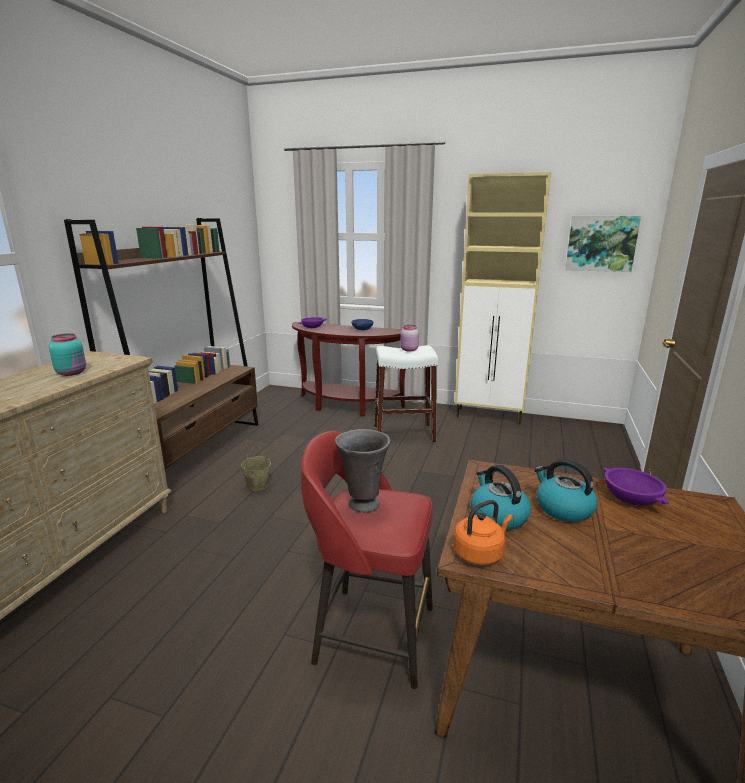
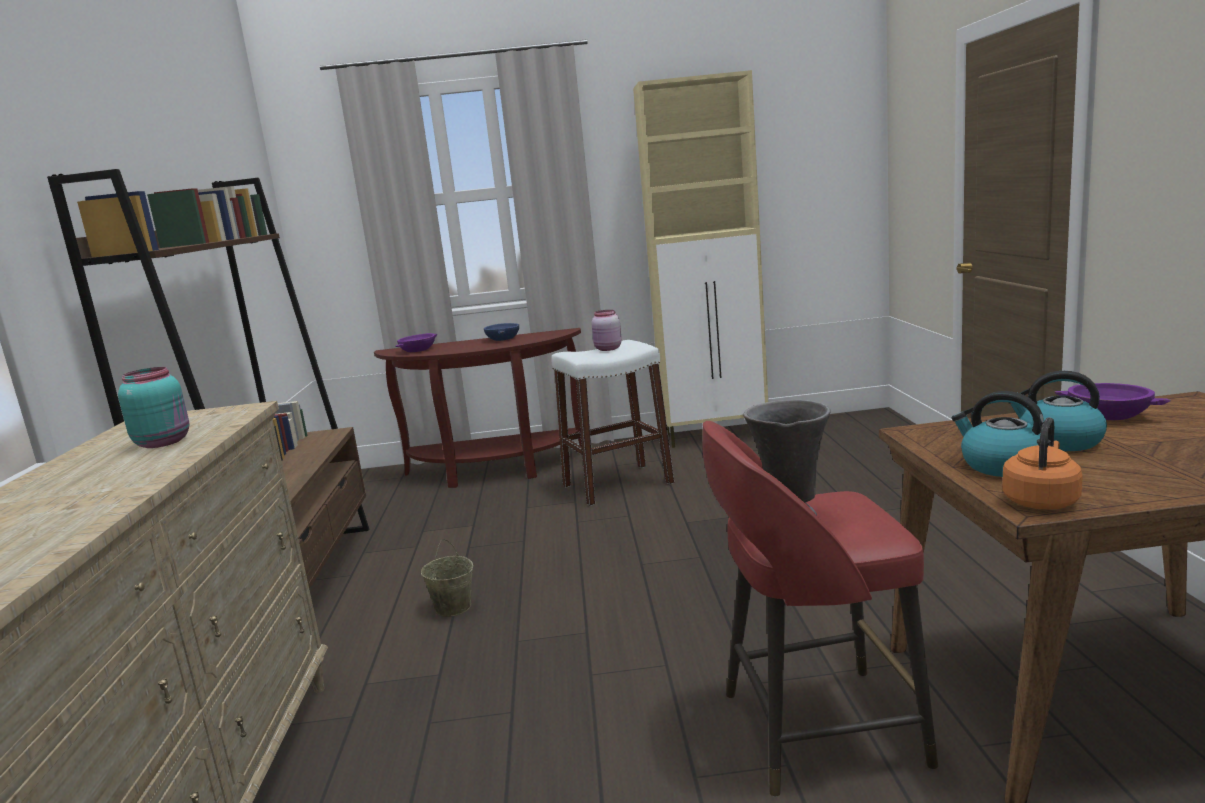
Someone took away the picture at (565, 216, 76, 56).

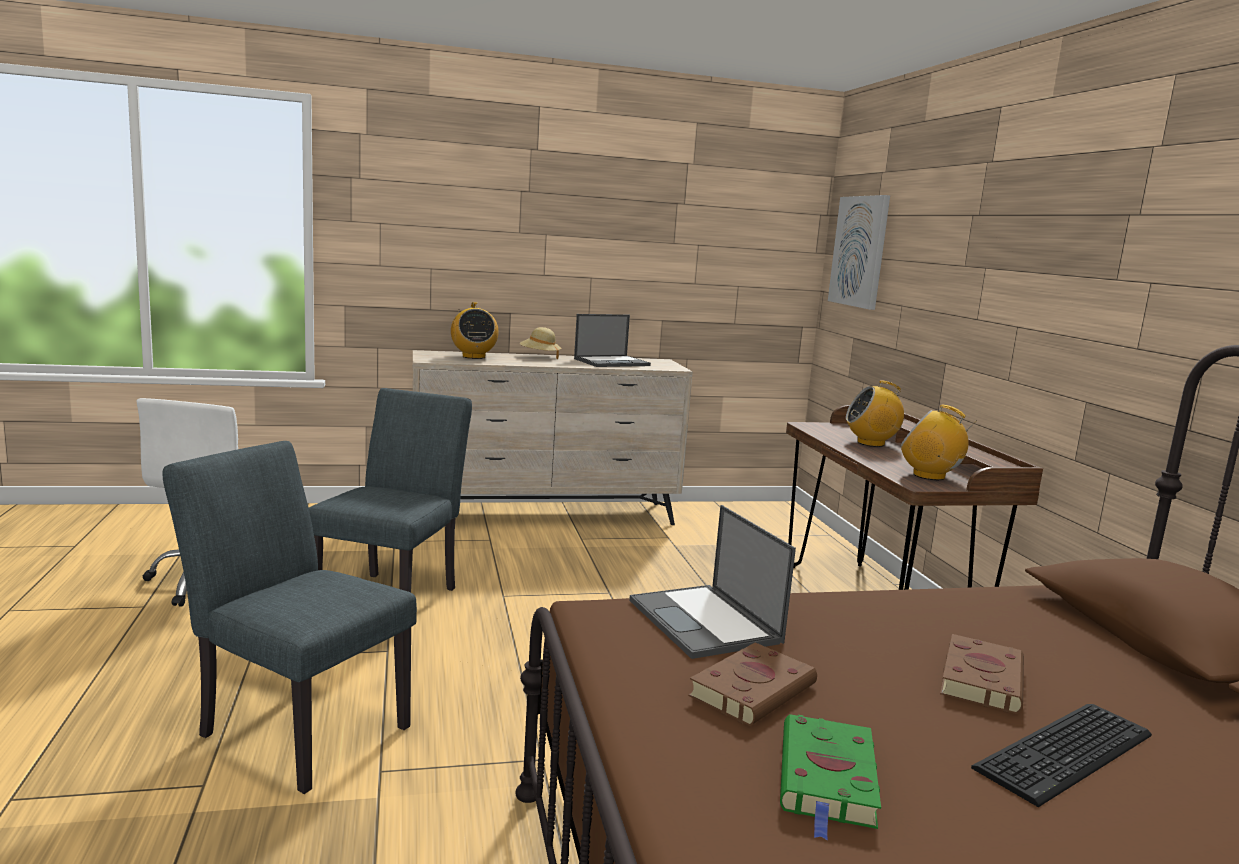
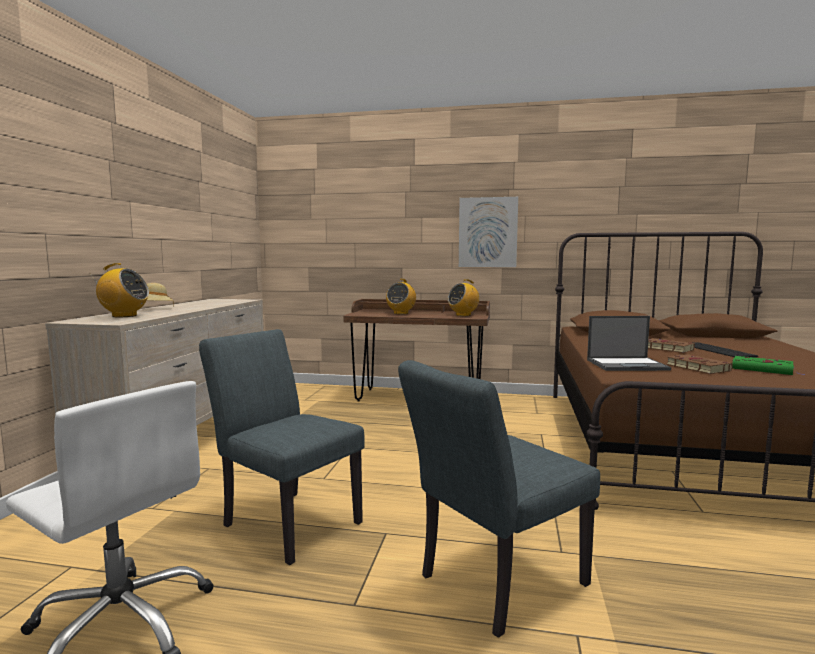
Someone took away the laptop at (574, 314, 77, 53).
Someone carried the picture from (828, 195, 62, 115) to (459, 197, 59, 70).

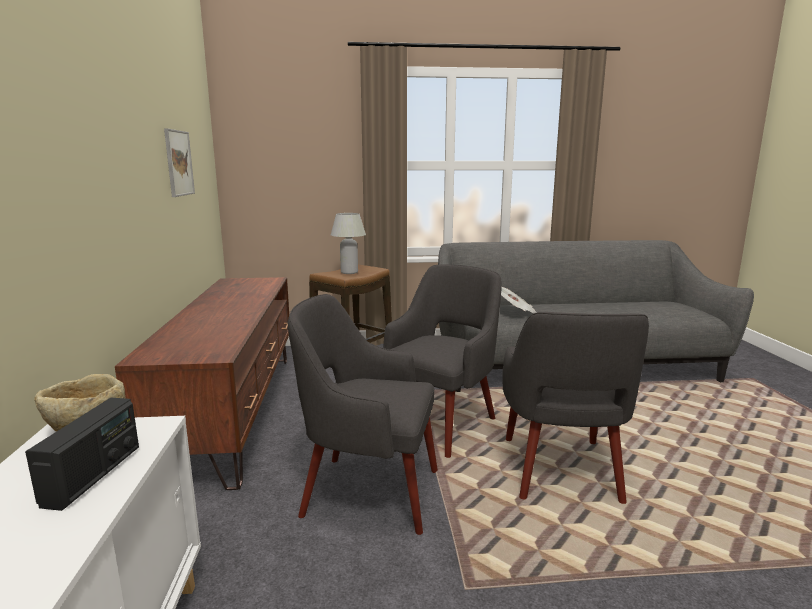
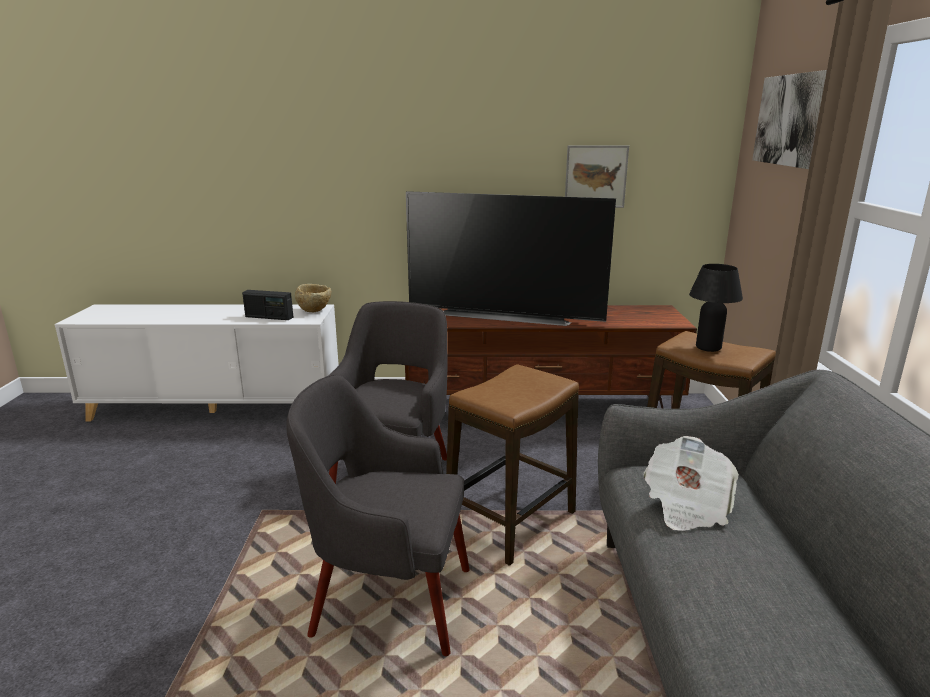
Someone repainted the white table lamp at (331, 213, 35, 61), which became the black table lamp at (689, 264, 54, 88).
Someone swapped the grey armchair at (383, 265, 119, 193) for the stool at (446, 364, 133, 202).
Someone put down the television at (406, 191, 210, 135).
Someone put up the picture at (752, 70, 75, 99).

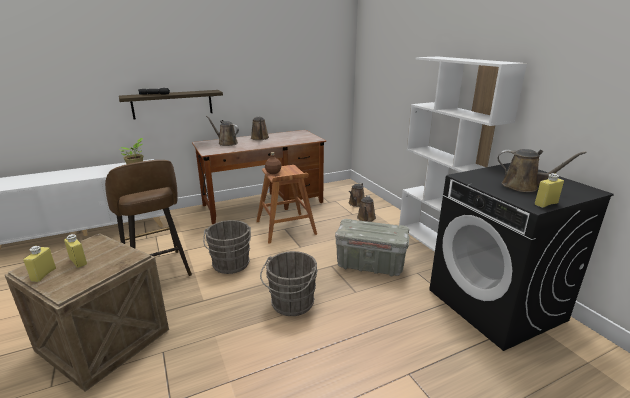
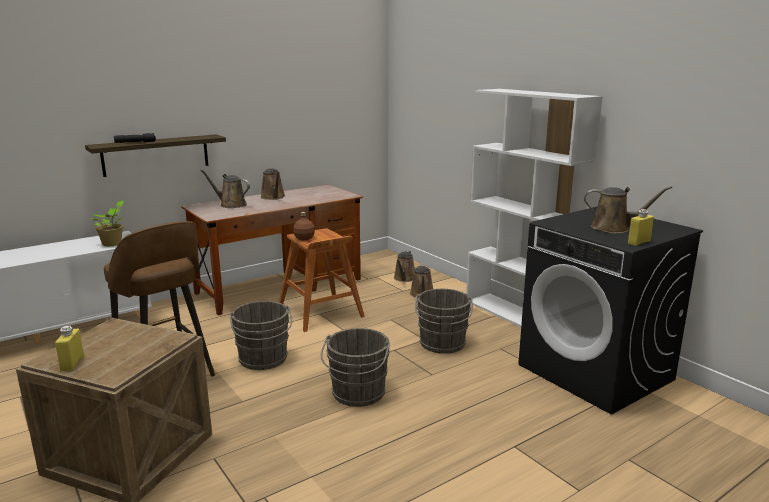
Someone took away the yellow bottle at (64, 234, 23, 34).
Someone swapped the grey storage box at (335, 219, 74, 57) for the grey bucket at (415, 289, 58, 65).

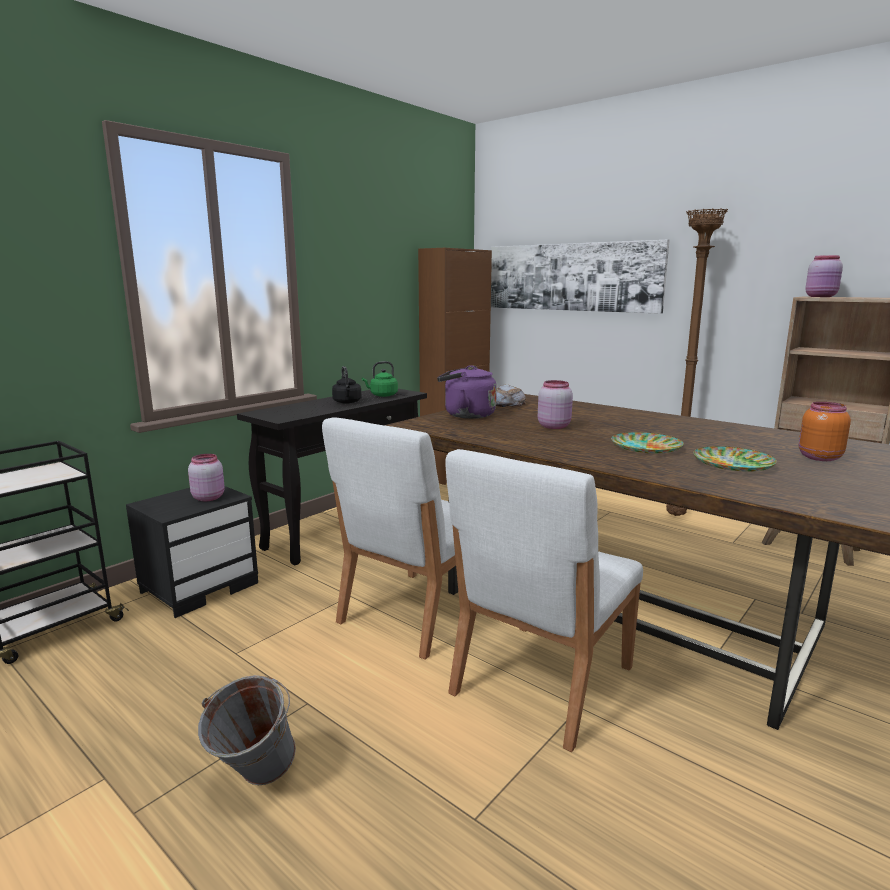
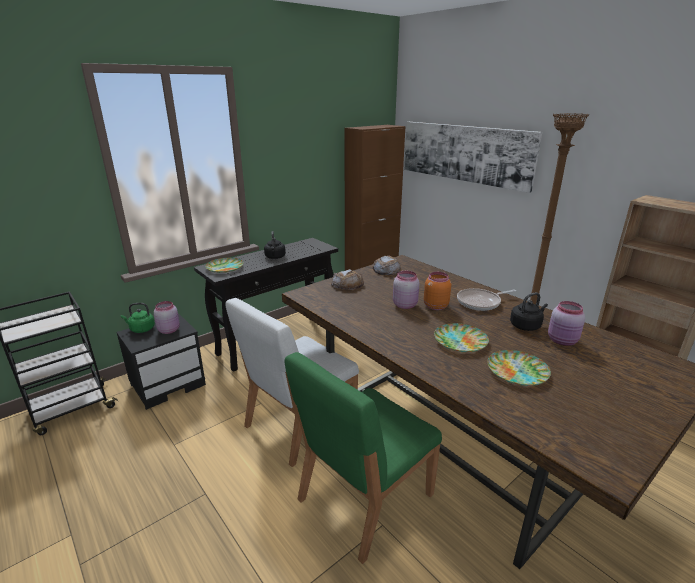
Someone took away the grey bucket at (198, 675, 98, 110).
Someone carried the green kettle from (362, 361, 36, 36) to (121, 303, 34, 30).
Someone swapped the purple kettle at (437, 365, 60, 54) for the bread at (331, 269, 33, 21).
Someone repainted the white chair at (445, 449, 198, 303), which became the green chair at (284, 352, 158, 212).
Someone carried the orange jar from (799, 402, 52, 59) to (424, 272, 27, 38).
Someone carried the pink jar from (805, 255, 38, 42) to (548, 301, 37, 45).
Someone put down the plate at (205, 258, 39, 15).
Someone put down the frying pan at (457, 288, 59, 23).
Someone put down the black kettle at (510, 292, 38, 39).

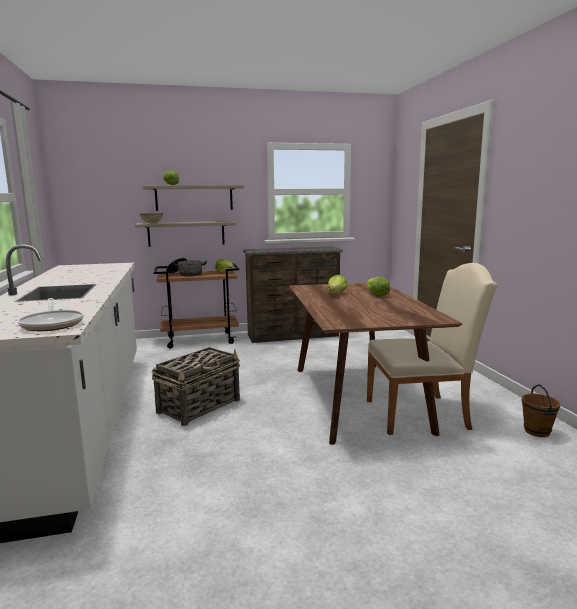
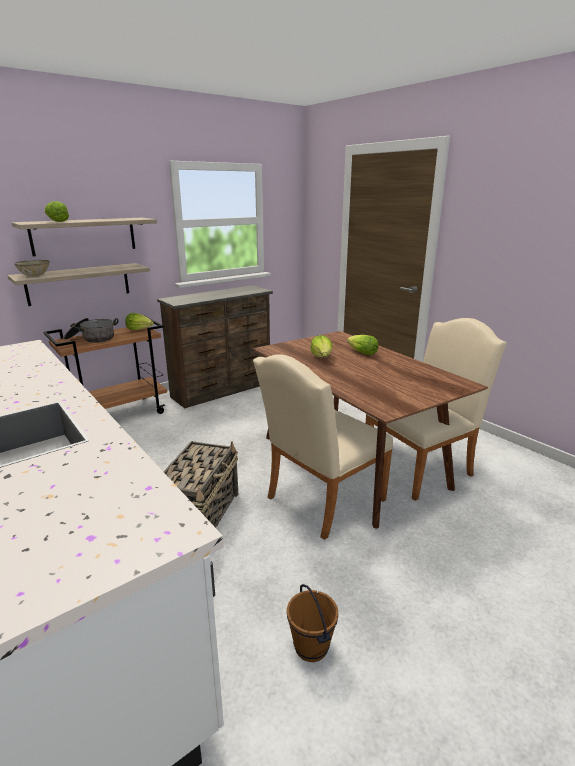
Someone took away the frying pan at (18, 298, 65, 33).
Someone carried the brown bucket from (522, 385, 39, 52) to (287, 584, 52, 78).
Someone put down the beige chair at (253, 354, 140, 186).

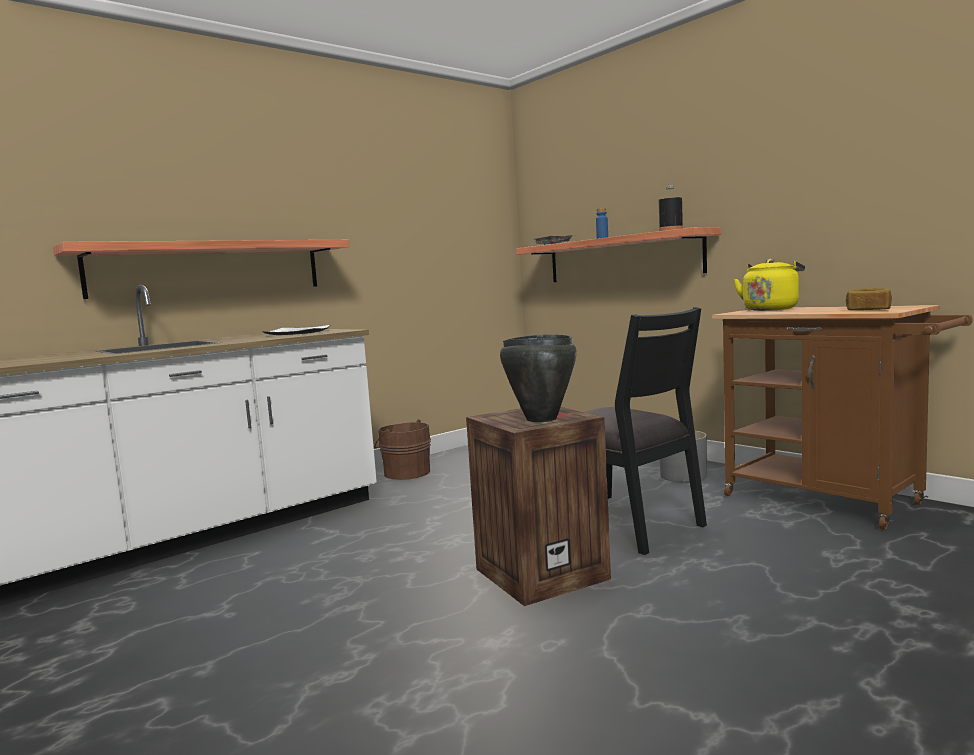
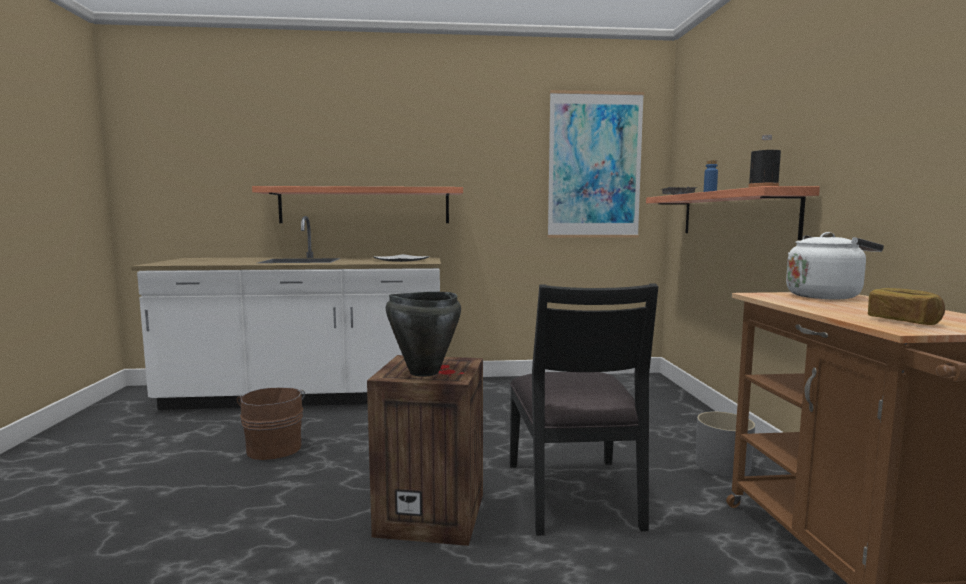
Someone carried the brown bucket from (374, 419, 57, 61) to (237, 387, 68, 73).
Someone repainted the yellow kettle at (733, 259, 72, 52), which became the white kettle at (786, 232, 98, 67).
Someone put up the picture at (548, 90, 96, 148).

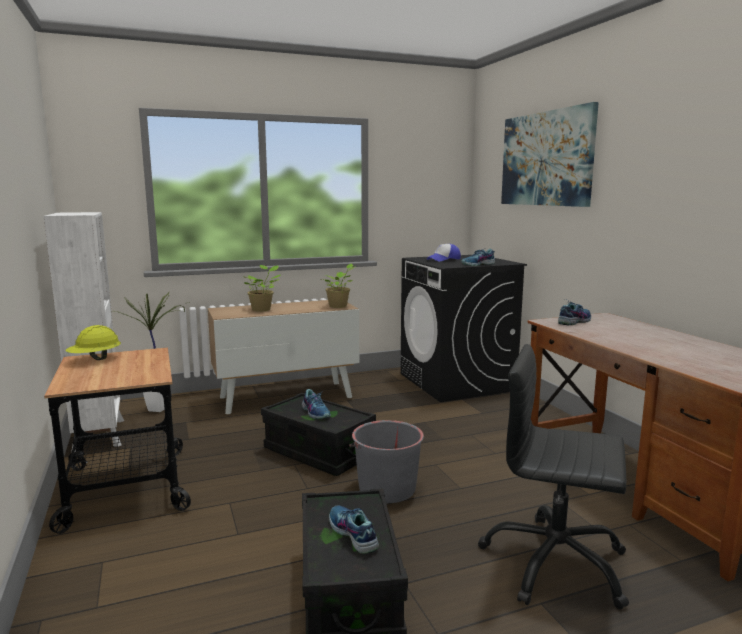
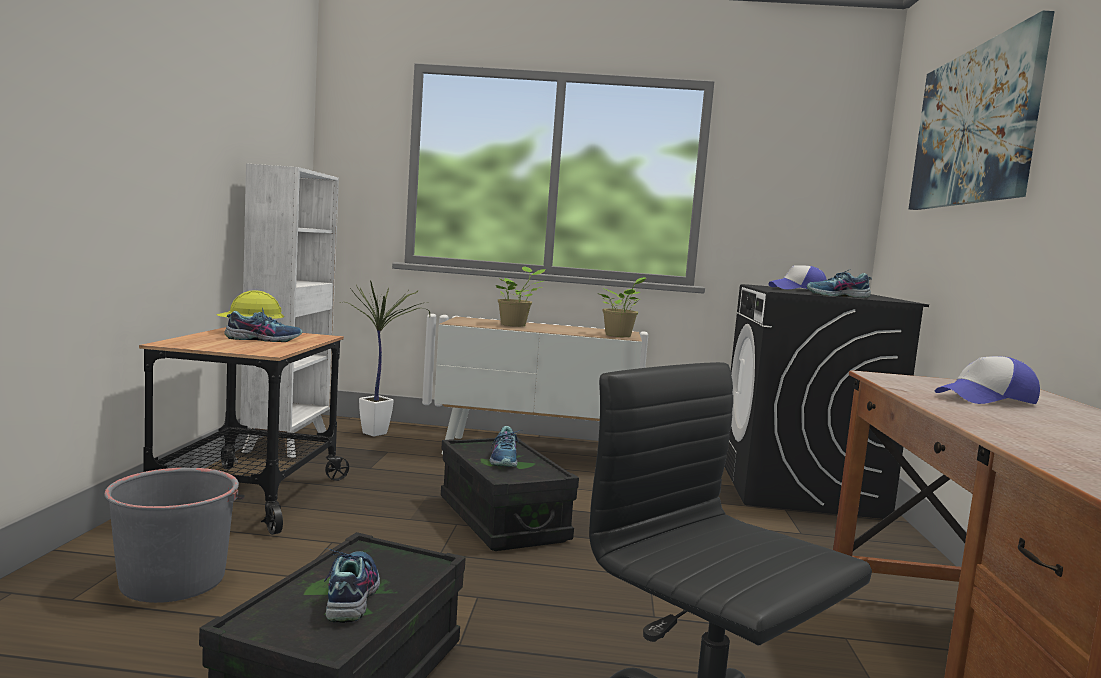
Someone carried the grey bucket from (349, 420, 75, 83) to (104, 468, 141, 135).
Someone carried the shoe from (558, 299, 33, 26) to (224, 307, 79, 35).
Someone put down the cap at (935, 356, 105, 48).

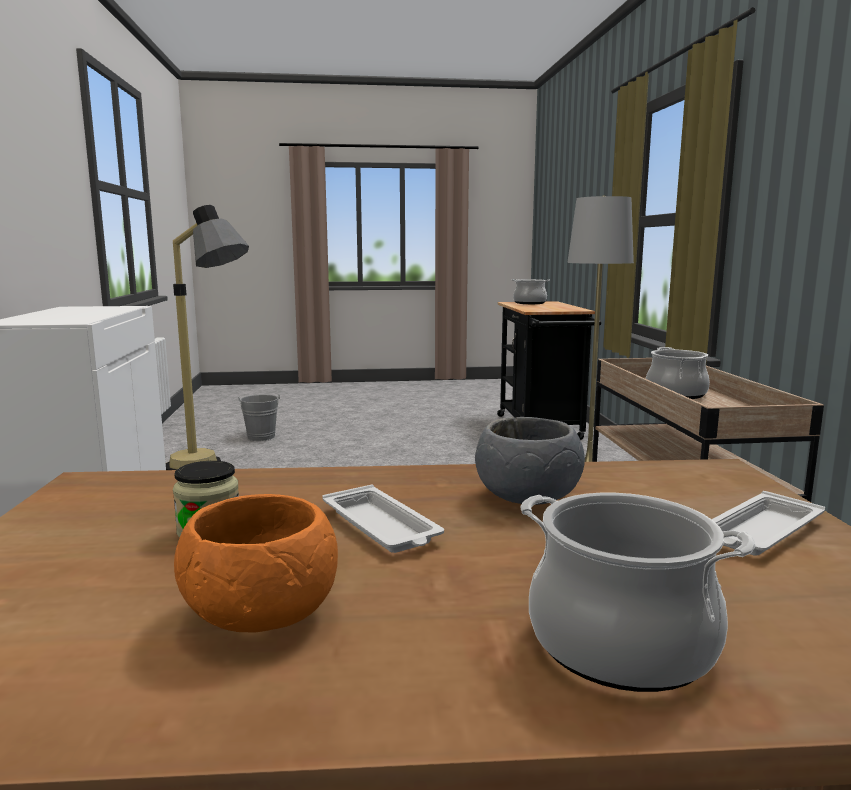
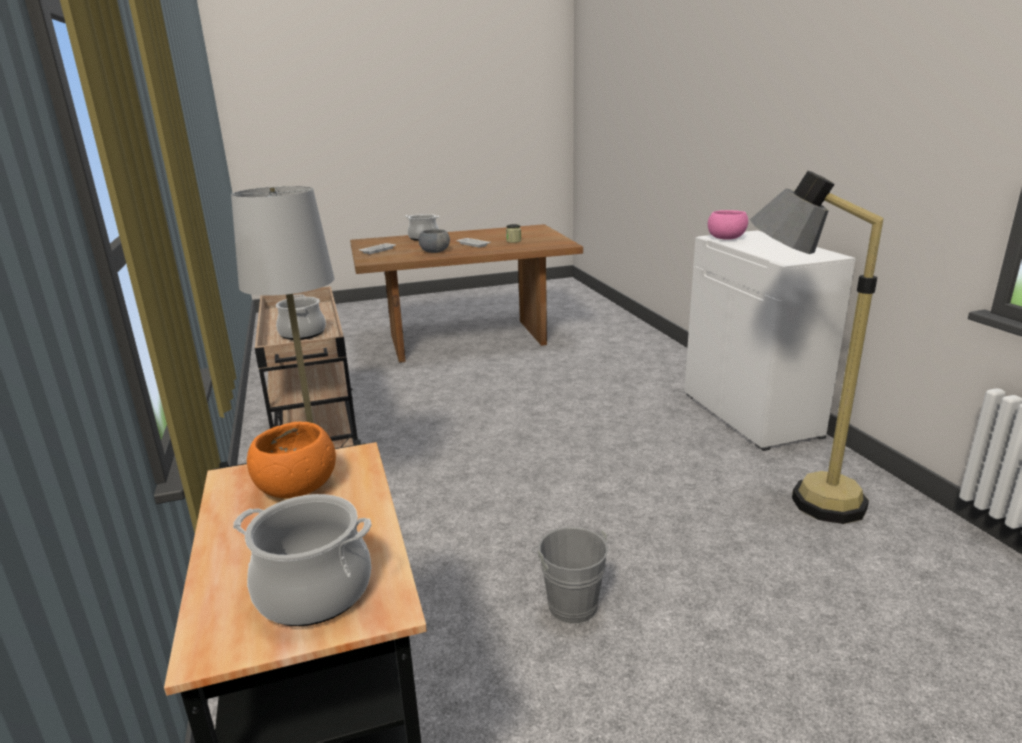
Someone carried the orange bowl from (174, 494, 164, 138) to (247, 422, 89, 76).
Someone carried the grey bucket from (238, 394, 42, 47) to (532, 527, 76, 97).
Someone put down the pink bowl at (708, 210, 40, 30).

